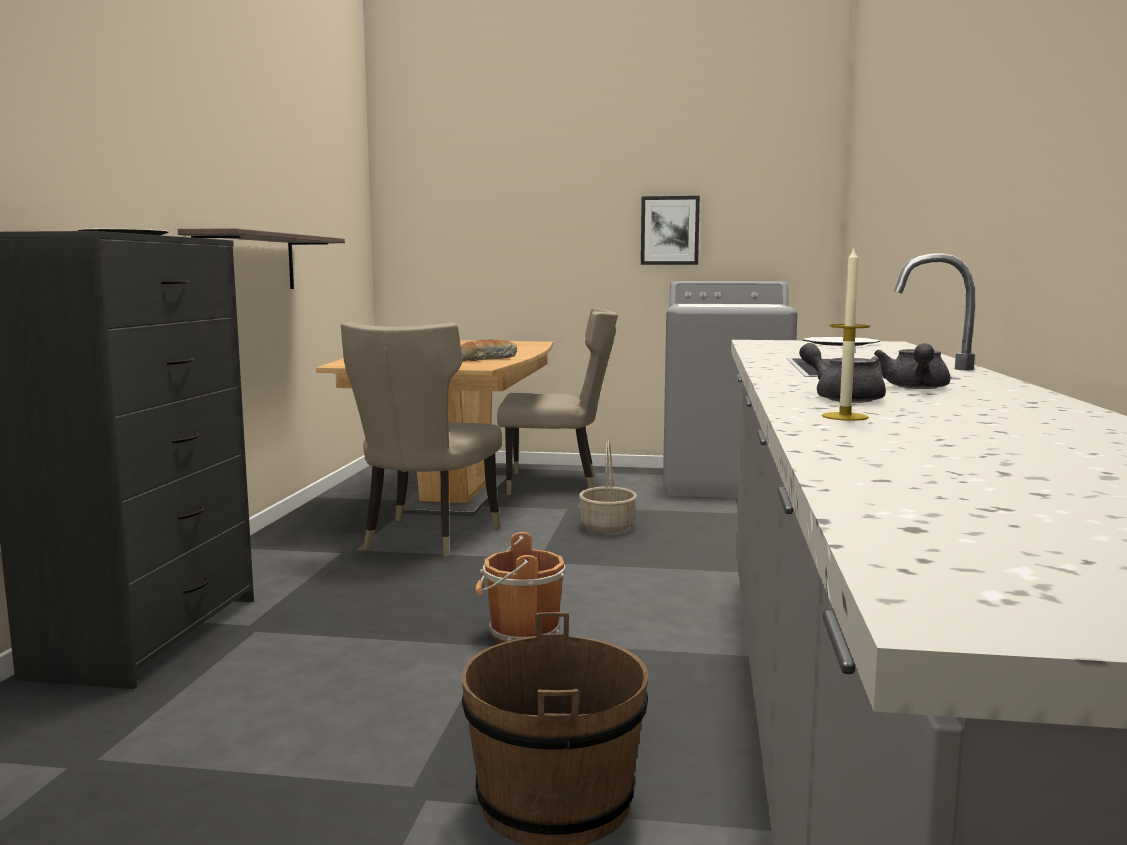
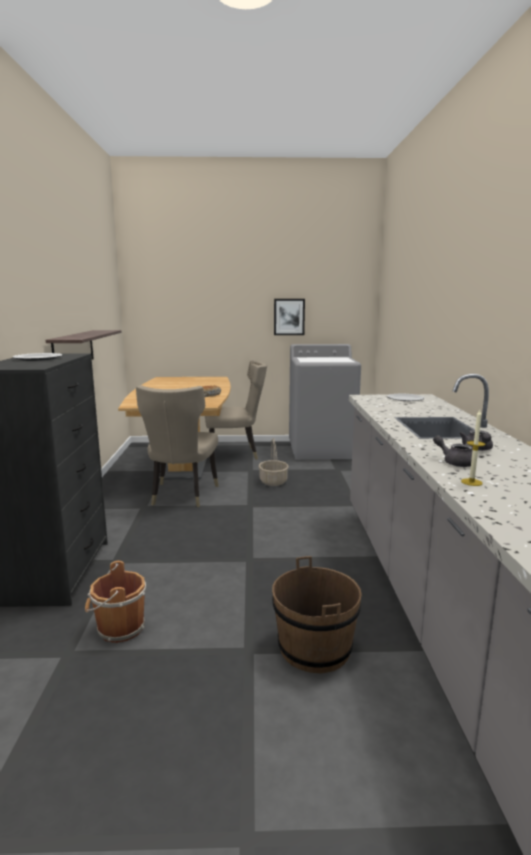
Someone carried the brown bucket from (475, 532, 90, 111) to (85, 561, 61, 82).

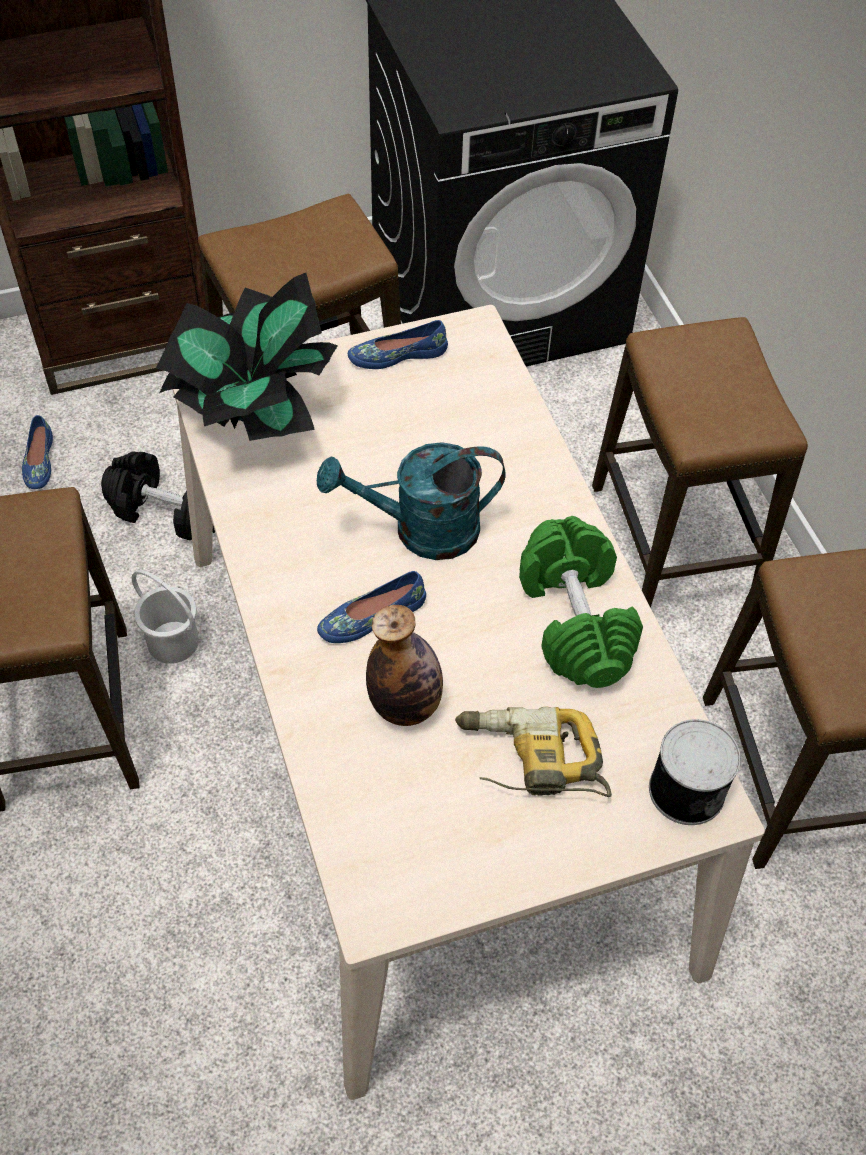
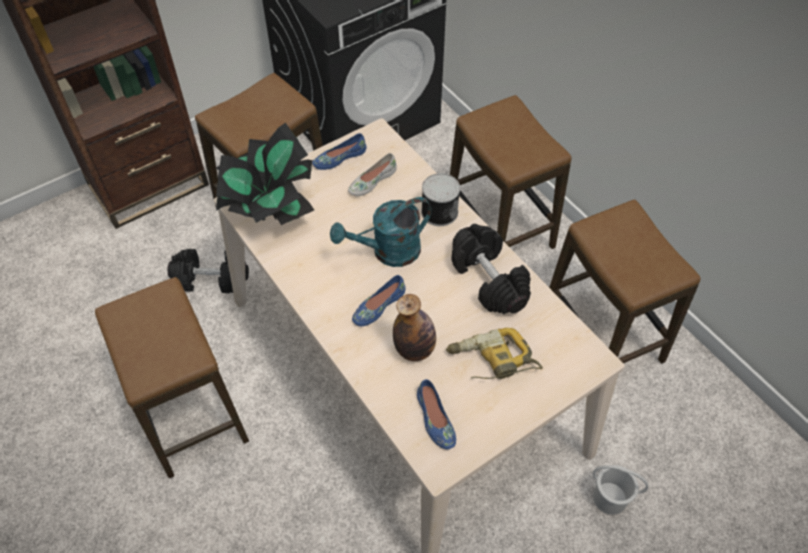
Someone carried the blue shoe from (22, 415, 31, 74) to (417, 379, 39, 70).
Someone carried the white bucket from (132, 570, 67, 94) to (593, 465, 55, 50).
Someone repainted the green dumbbell at (519, 516, 124, 172), which became the black dumbbell at (451, 224, 80, 90).
Someone carried the can from (649, 719, 92, 106) to (421, 173, 39, 53).
Someone put down the white shoe at (348, 153, 49, 43).

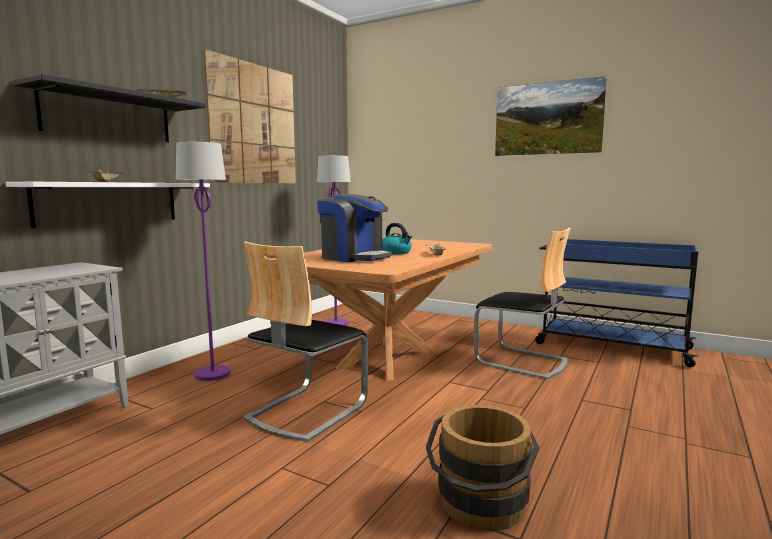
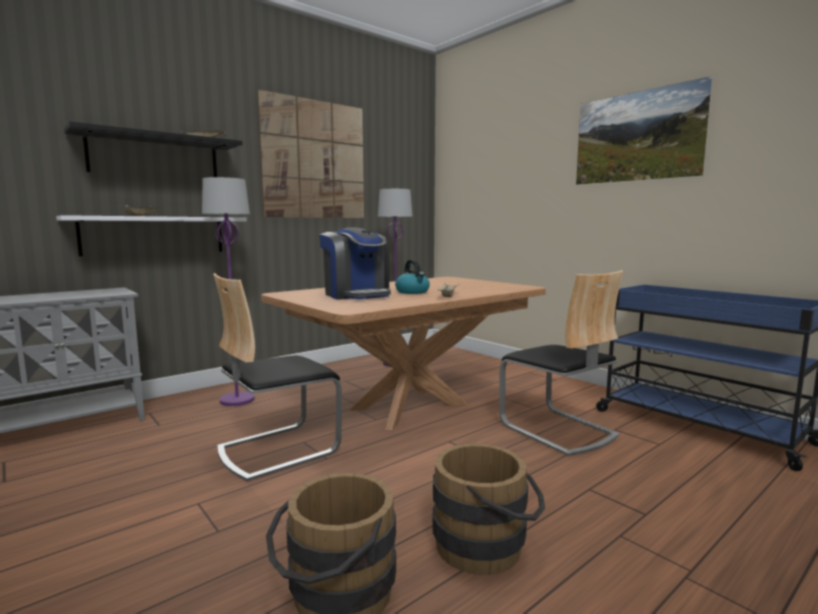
Someone put down the brown bucket at (433, 443, 112, 132).

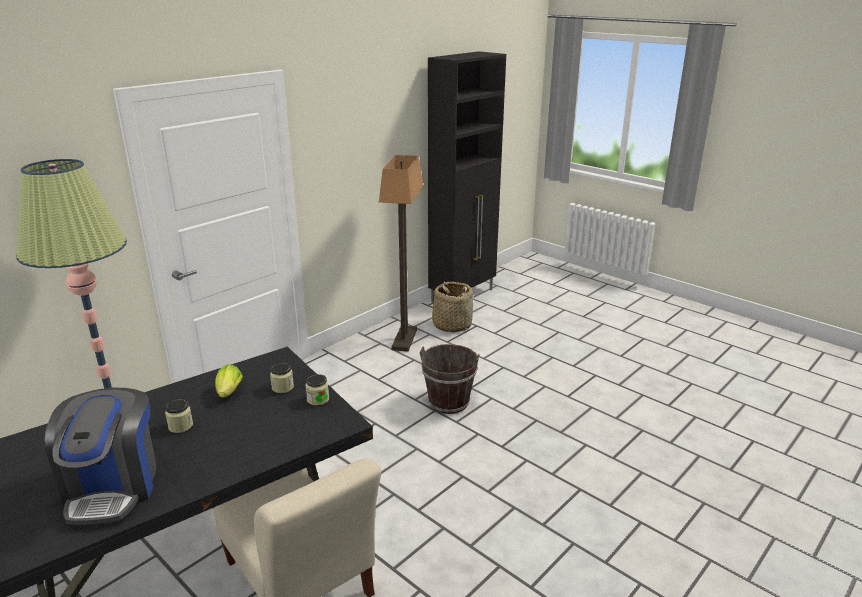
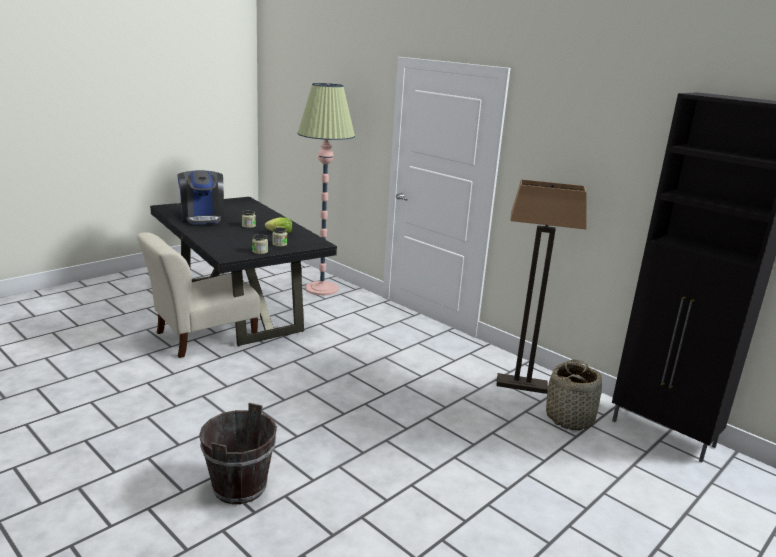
Someone rotated the coffee machine at (45, 388, 111, 137) by 105 degrees counterclockwise.
Someone carried the brown bucket from (420, 344, 60, 70) to (199, 403, 78, 101).

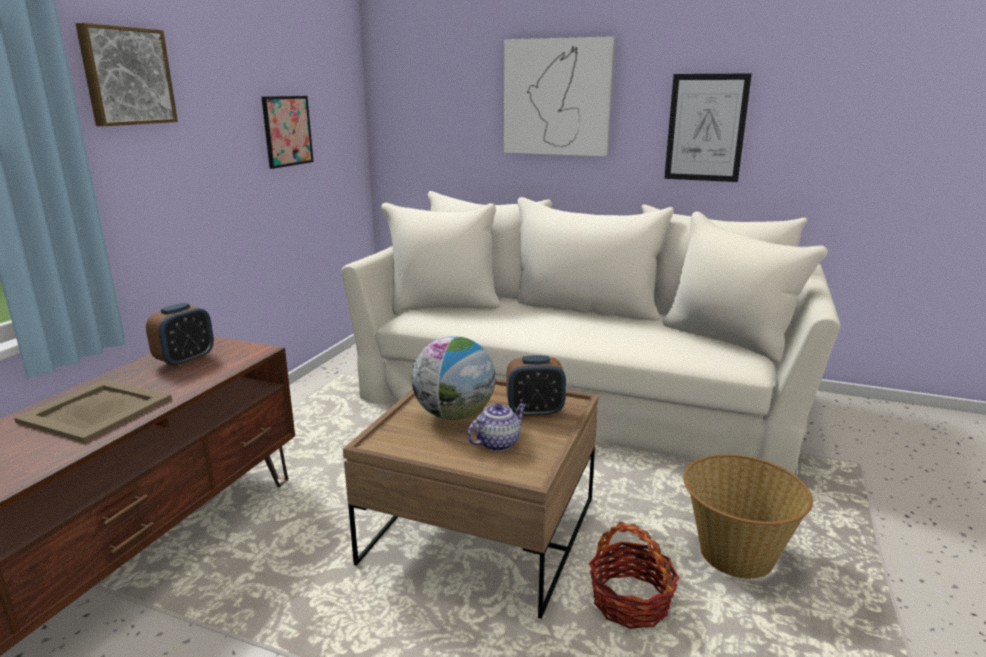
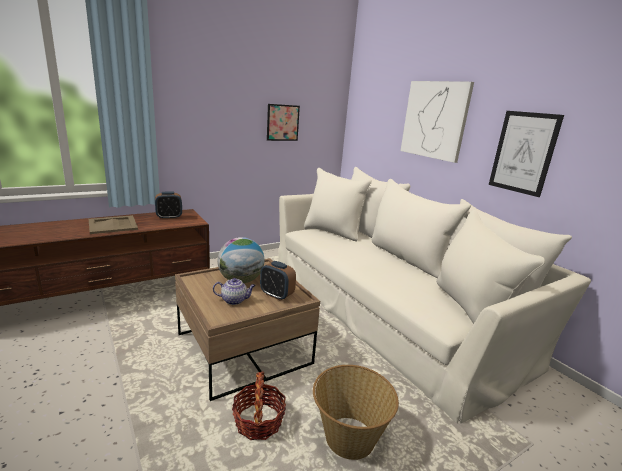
Someone took away the picture at (75, 23, 103, 103).

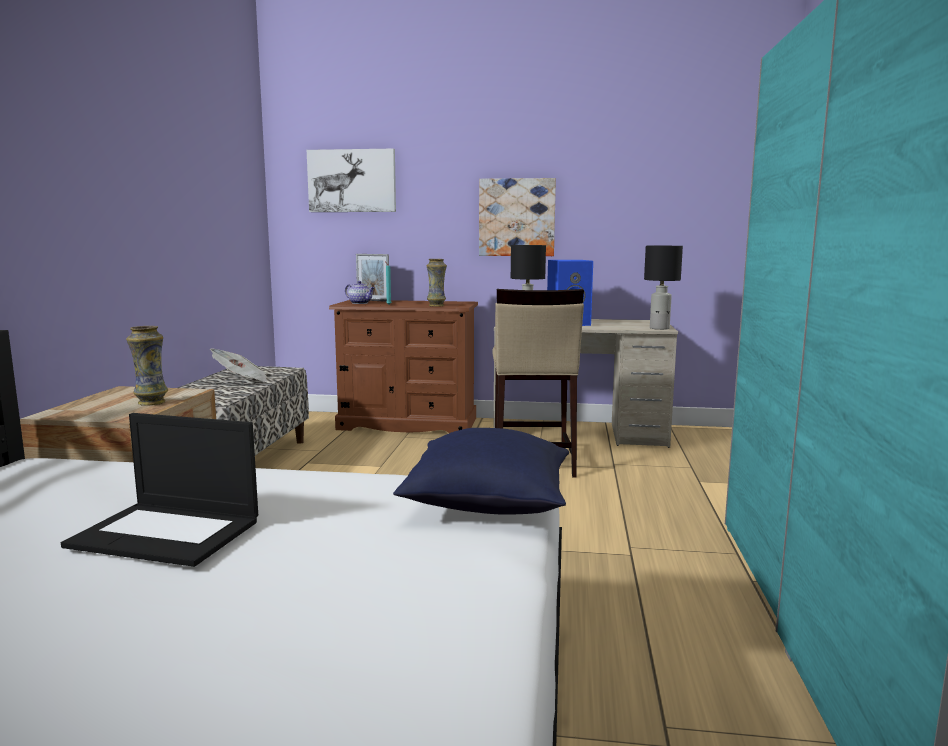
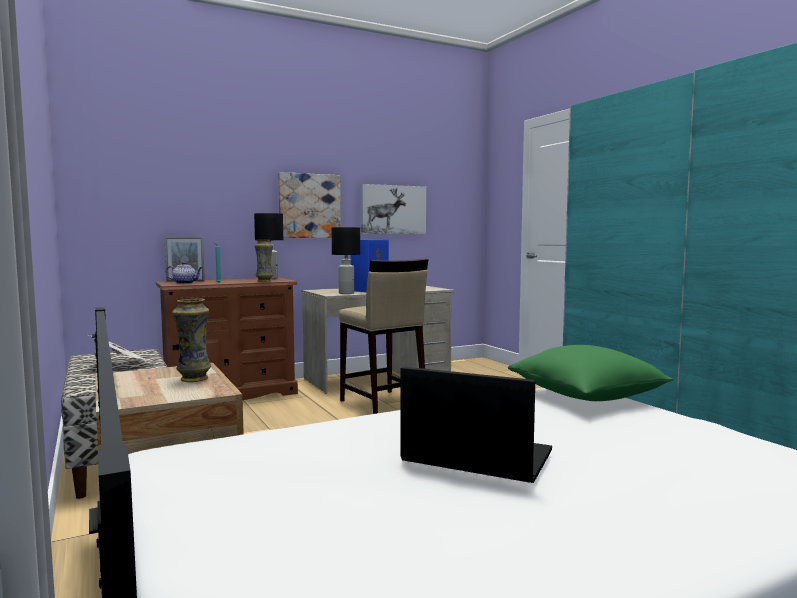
Someone rotated the laptop at (61, 413, 197, 154) by 135 degrees counterclockwise.
Someone carried the picture from (307, 149, 89, 63) to (361, 184, 65, 50).
Someone repainted the blue pillow at (393, 428, 176, 87), which became the green pillow at (508, 345, 165, 56).
Someone carried the black table lamp from (644, 246, 39, 84) to (254, 213, 29, 66).

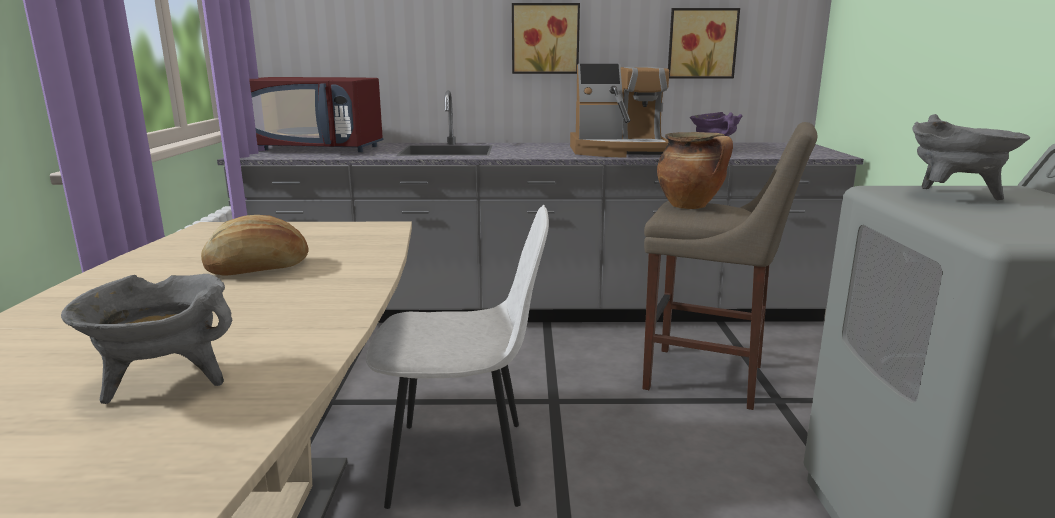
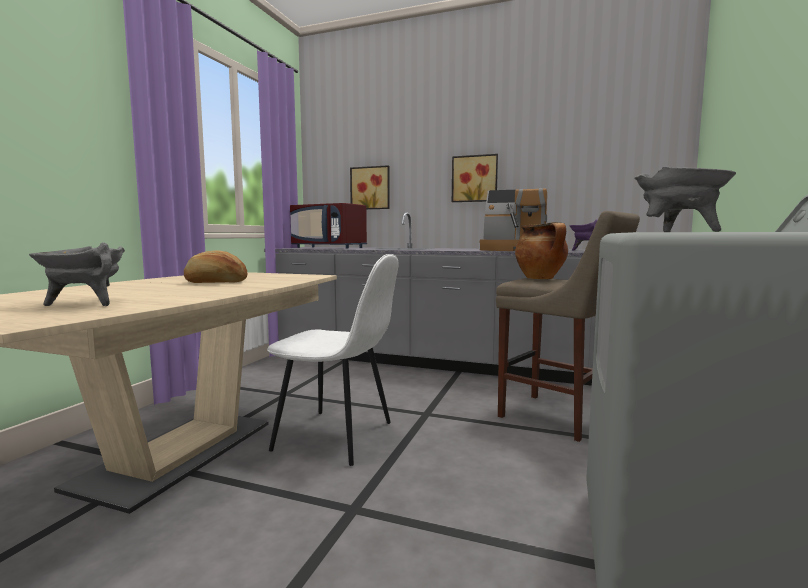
Someone carried the picture from (668, 8, 72, 71) to (350, 165, 40, 44).

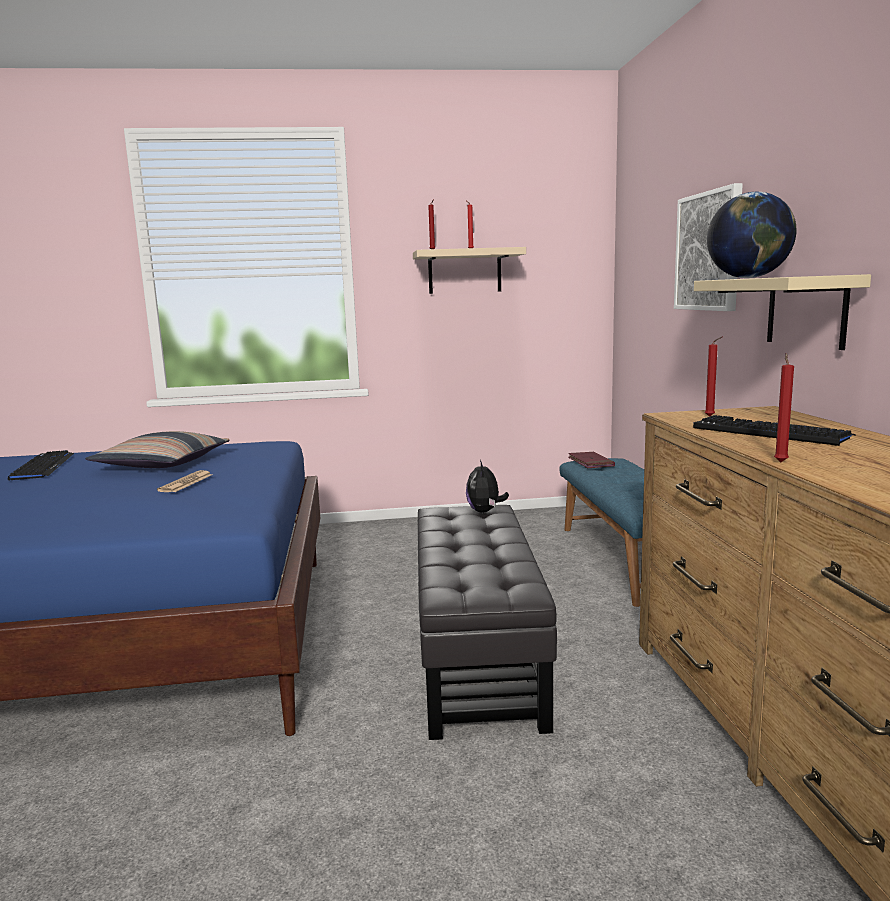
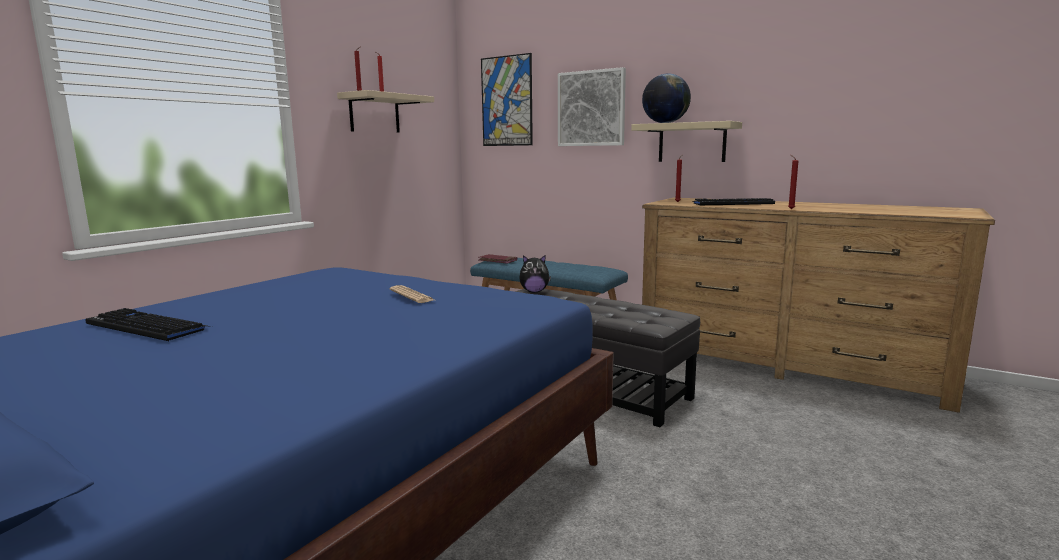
Someone took away the pillow at (85, 431, 145, 37).
Someone rotated the plush toy at (466, 460, 43, 53) by 45 degrees counterclockwise.
Someone put up the picture at (481, 53, 52, 93).

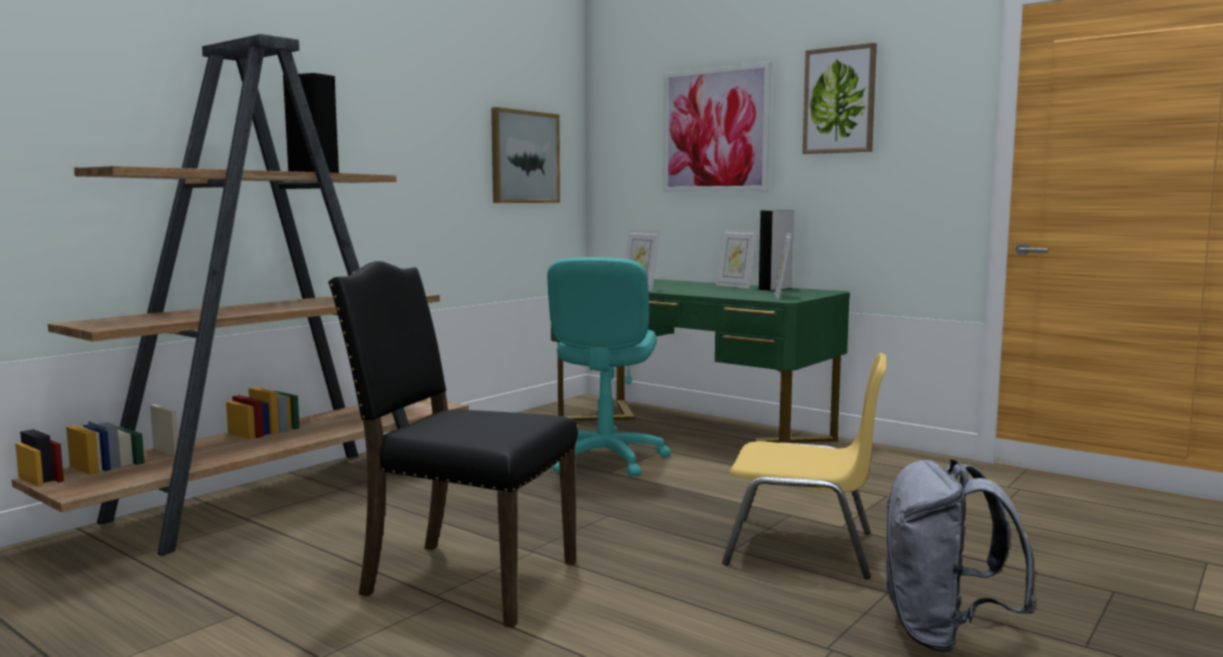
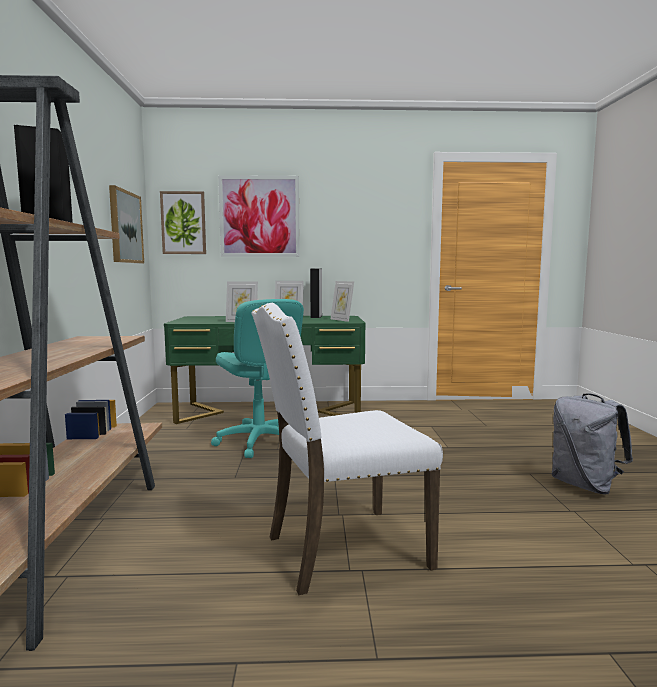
Someone repainted the black chair at (328, 261, 250, 367), which became the white chair at (251, 303, 192, 292).
Someone took away the yellow chair at (722, 353, 164, 226).
Someone carried the picture from (803, 43, 74, 111) to (160, 191, 46, 63).

